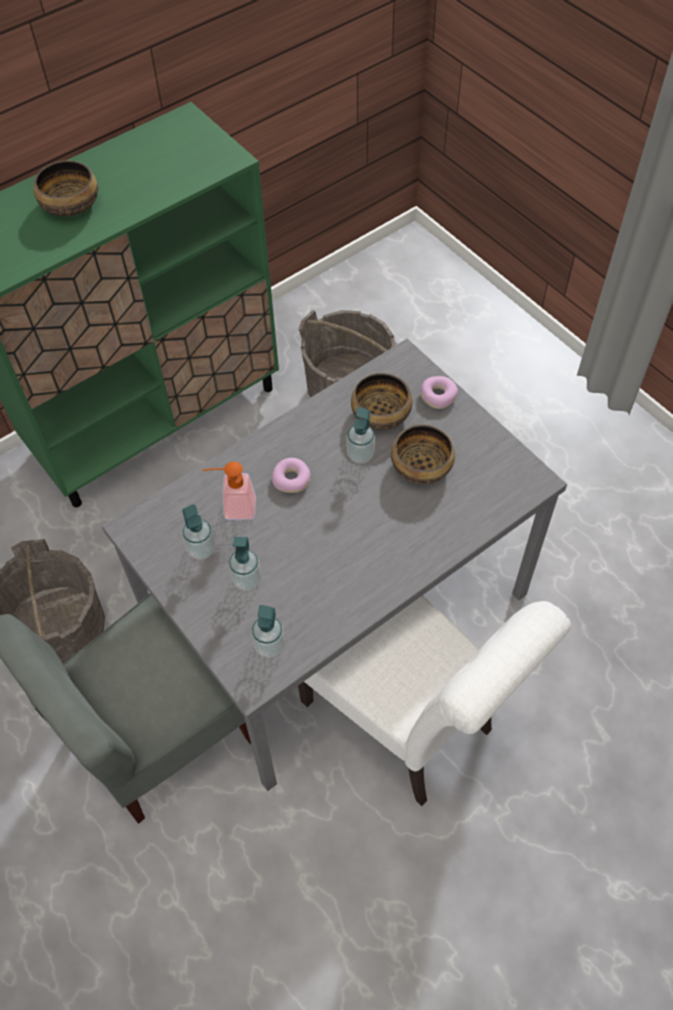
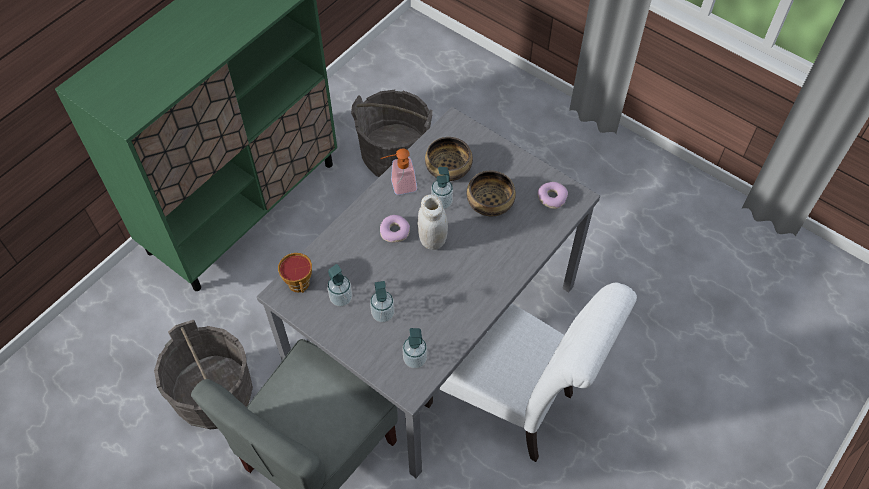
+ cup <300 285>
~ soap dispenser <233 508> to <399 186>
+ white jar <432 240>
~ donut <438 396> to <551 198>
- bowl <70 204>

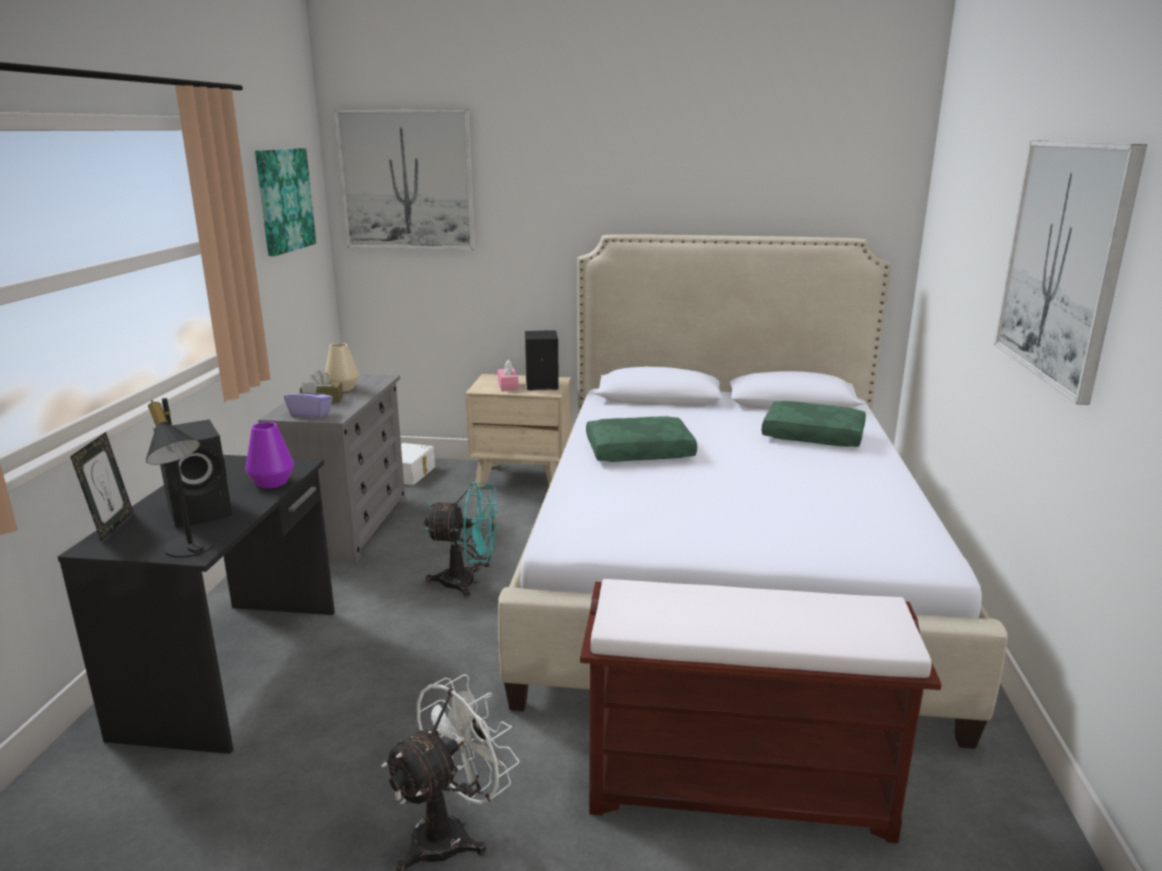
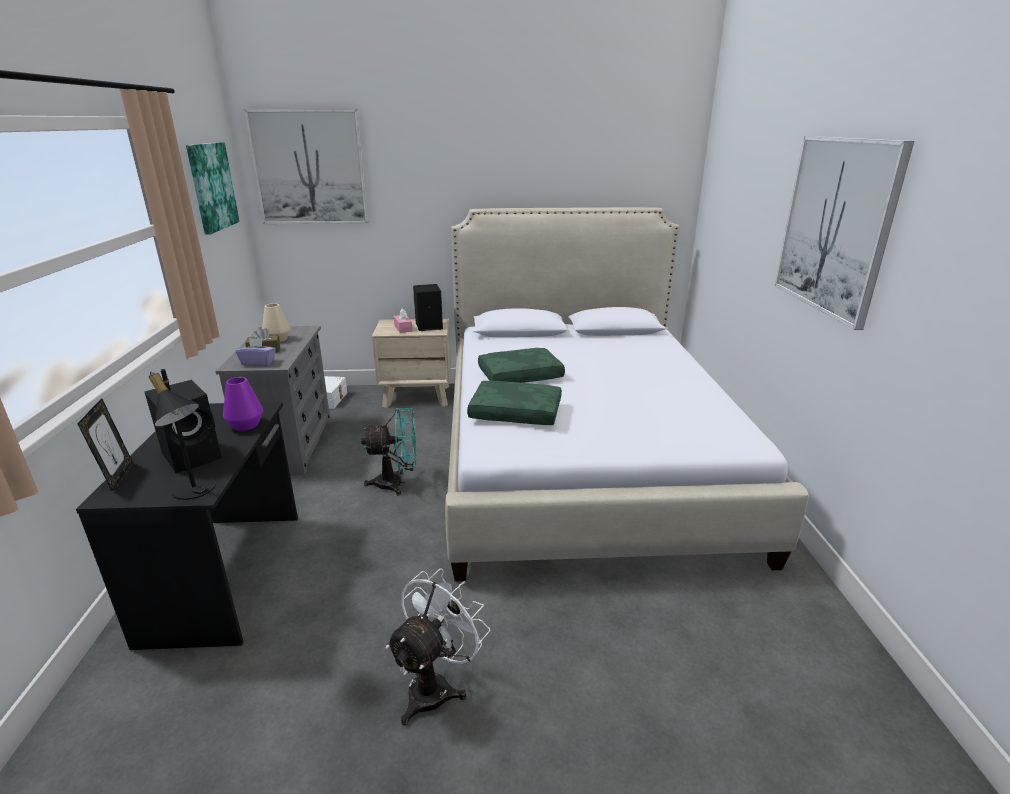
~ green pillow <814 435> to <516 412>
- brown bench <741 786>

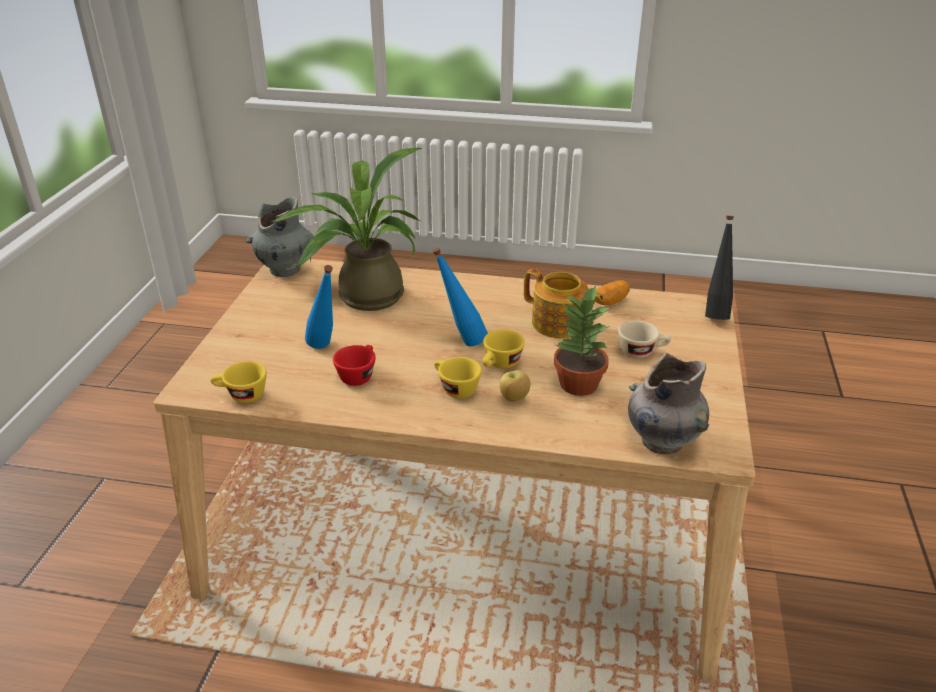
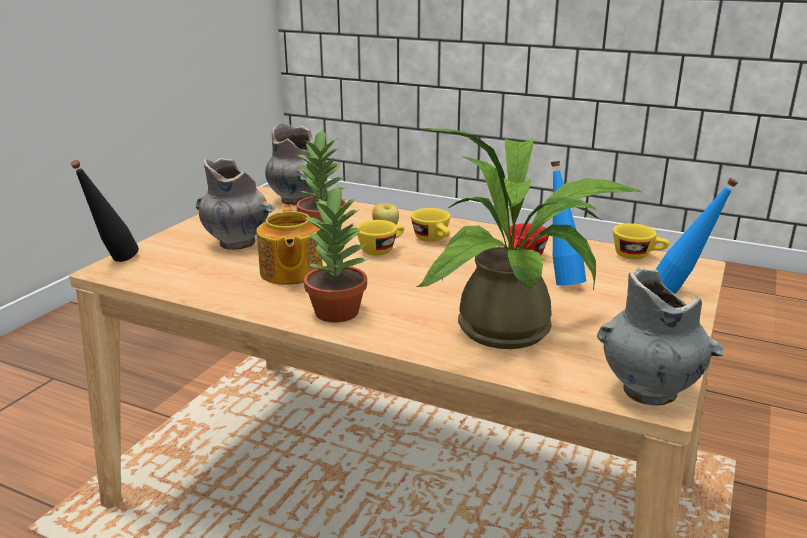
~ beige cup <642 352> to grey vase <238 243>
~ teapot <559 324> = <290 272> 150 degrees counterclockwise
+ potted plant <338 312>
~ blue bottle <461 341> to <682 292>
- potato <610 302>

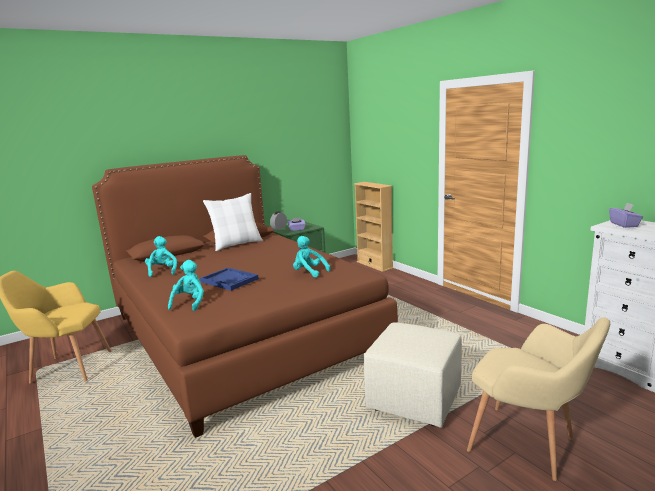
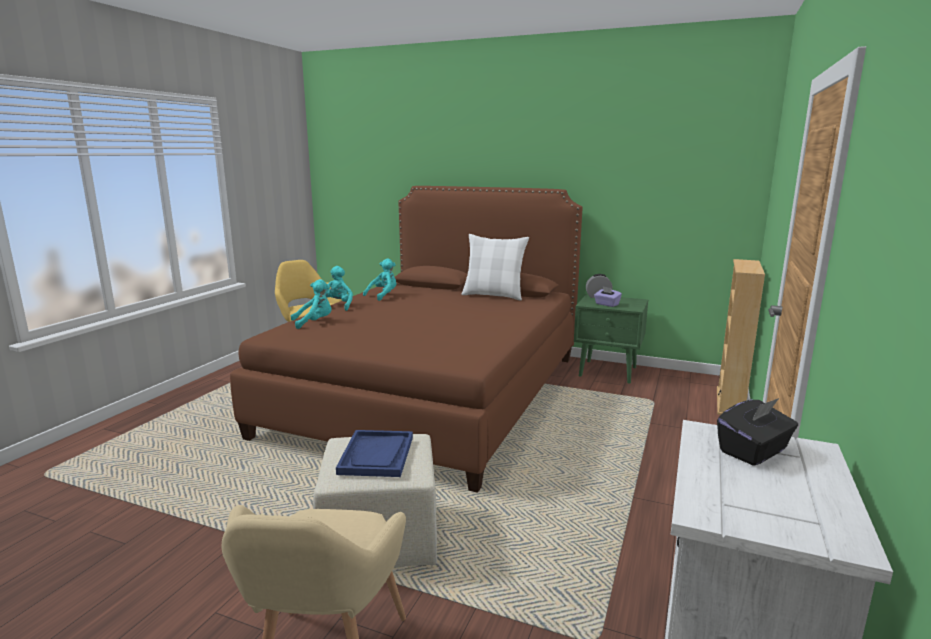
~ turquoise plush toy <309 272> to <337 306>
~ blue tray <229 280> to <376 455>
~ purple tissue box <624 225> to black tissue box <754 451>

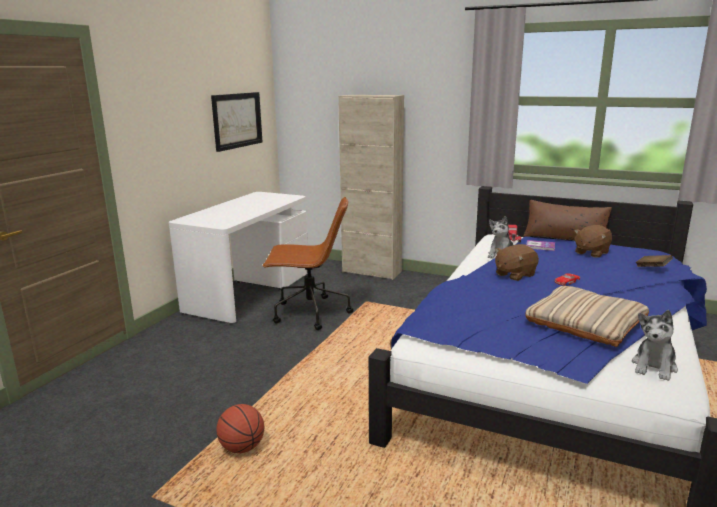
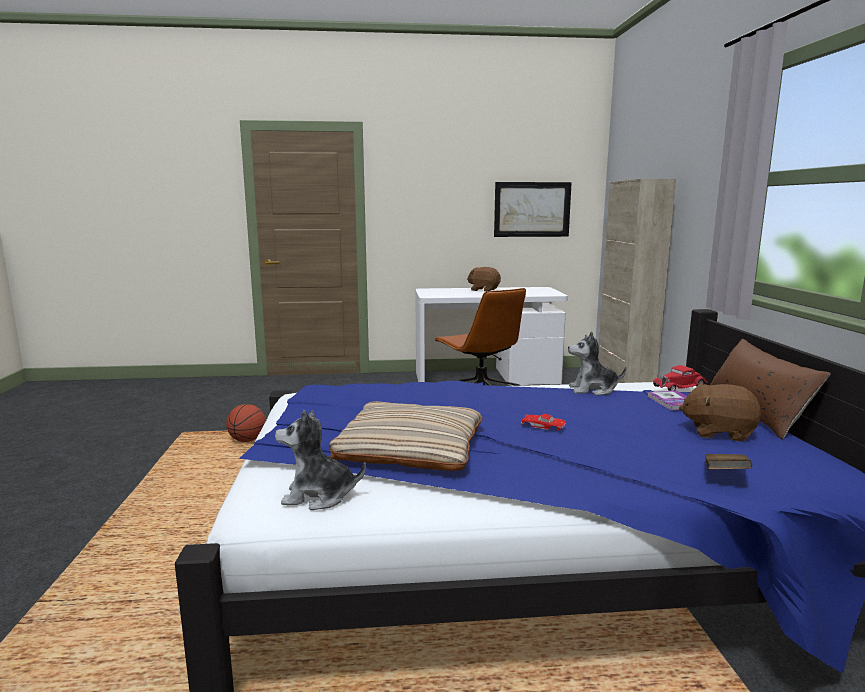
~ brown plush toy <514 275> to <484 290>

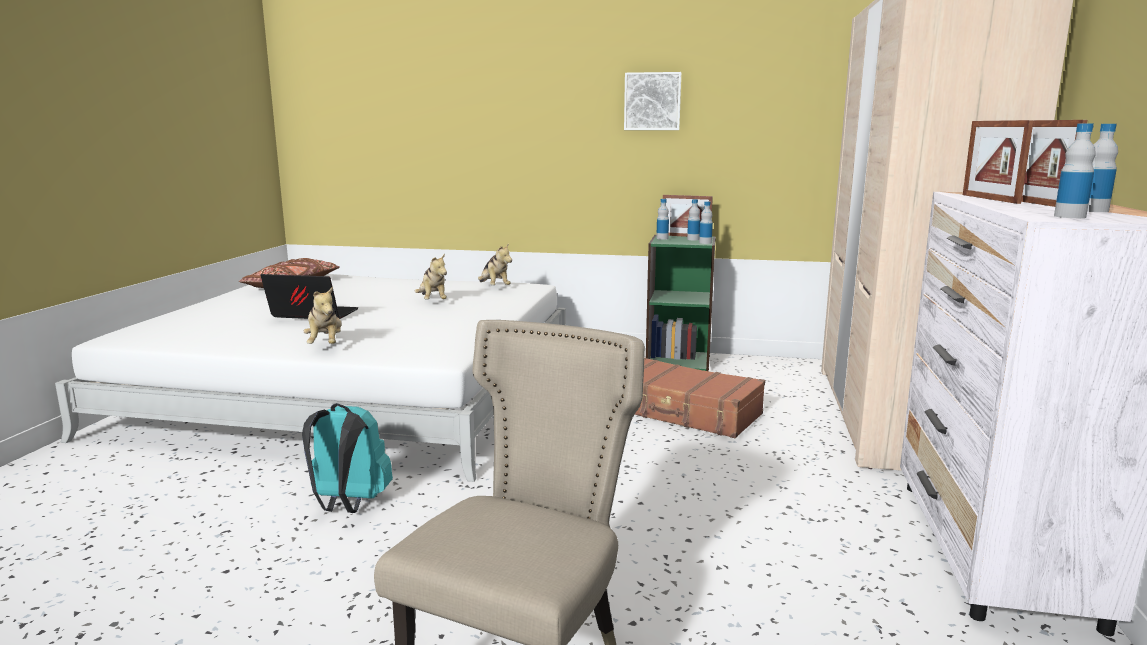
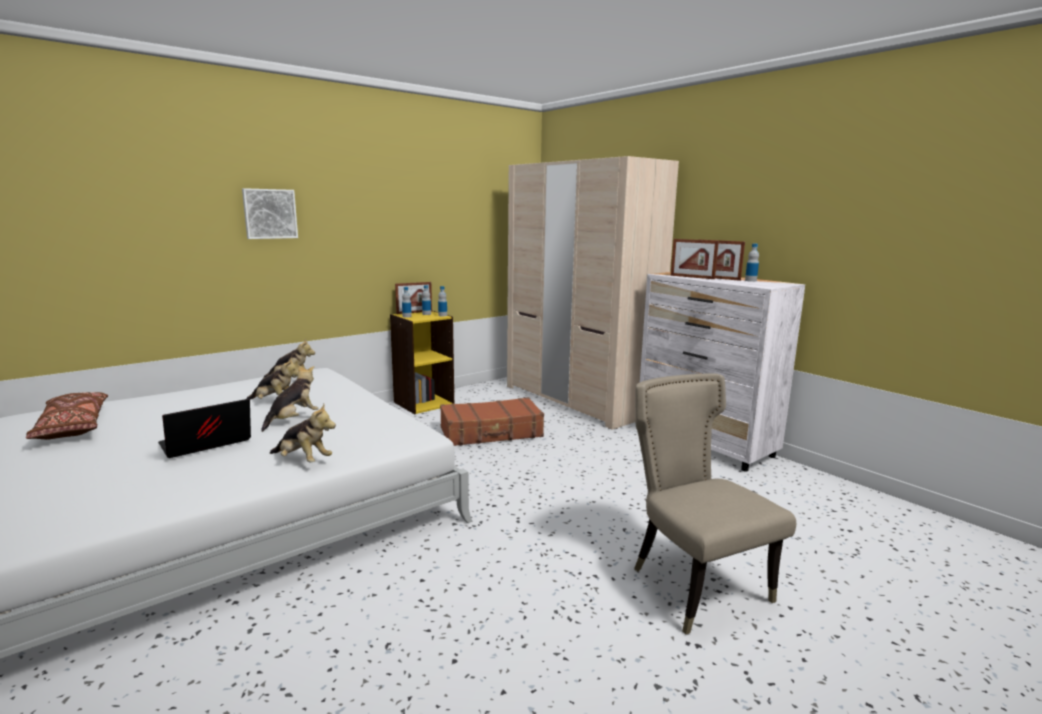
~ picture <652 101> to <270 214>
+ plush toy <293 420>
~ green bookcase <678 360> to yellow bookcase <423 403>
- turquoise backpack <348 504>
- bottle <1069 216>

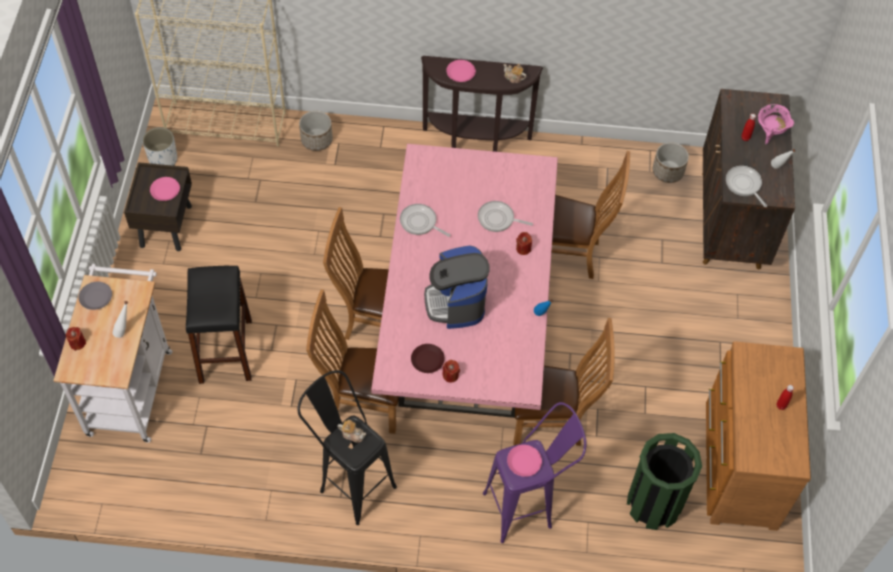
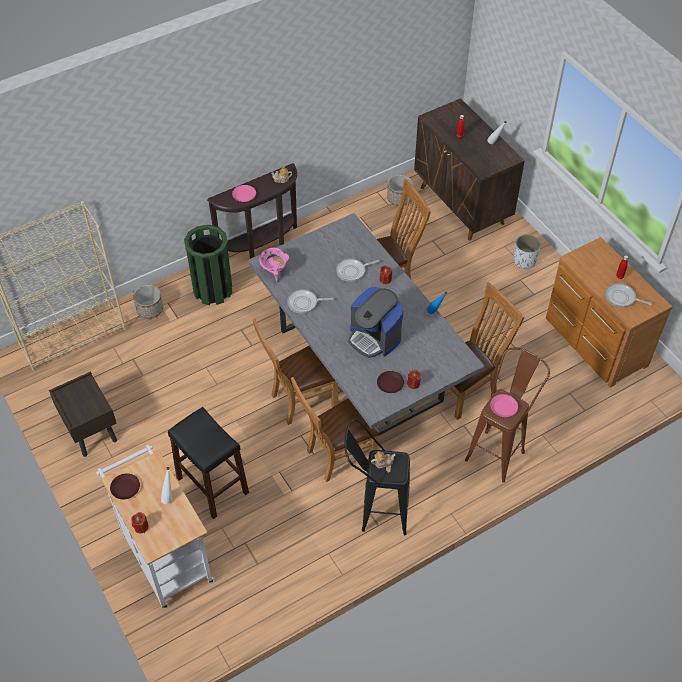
~ grey plate <95 297> to brown plate <125 488>
~ green trash can <654 504> to <213 290>
~ pink dining table <465 327> to grey dining table <361 367>
~ pink cooking pot <770 133> to <274 272>
~ purple stool <528 507> to brown stool <499 450>
~ white planter <163 159> to <524 261>
~ frying pan <744 185> to <621 298>
- pink plate <165 191>

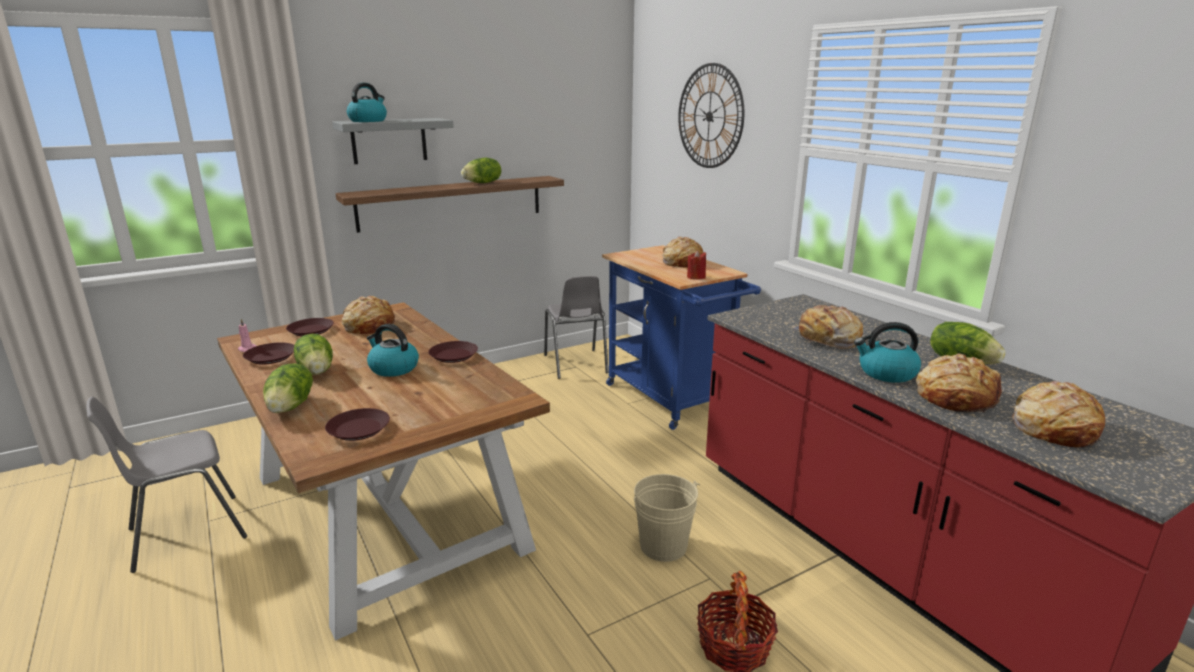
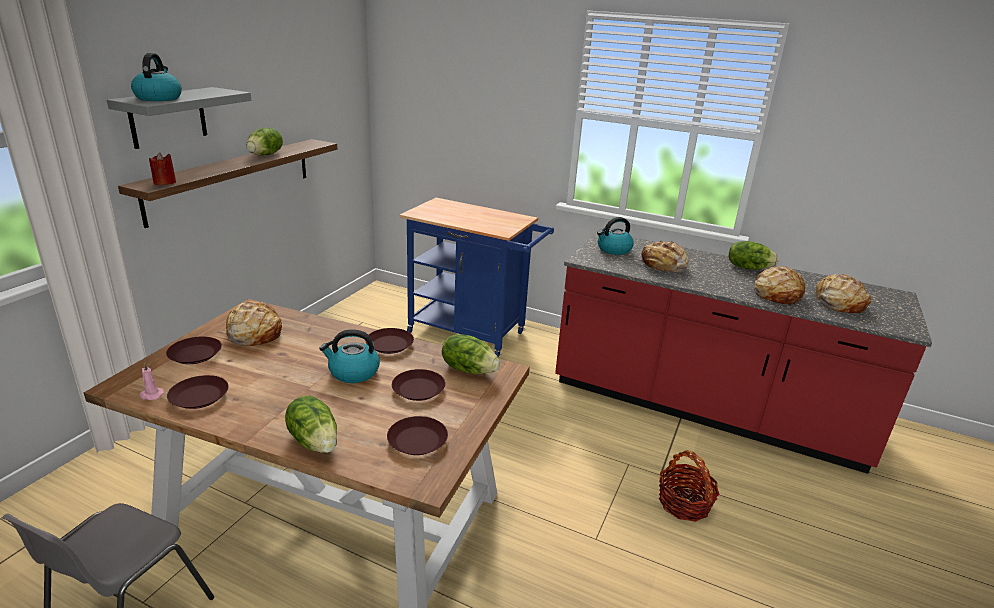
~ red candle <696 277> to <165 183>
+ brown plate <419 390>
~ lettuce <317 371> to <469 369>
~ kettle <886 373> to <613 250>
- grey chair <576 364>
- beige bucket <663 546>
- bread <682 262>
- wall clock <709 116>

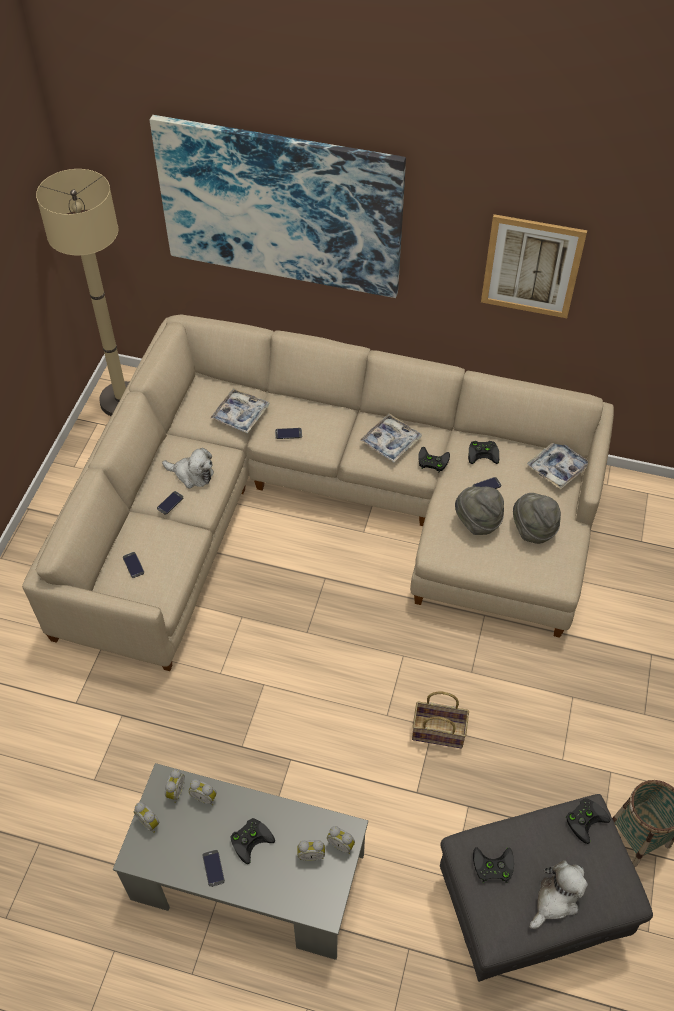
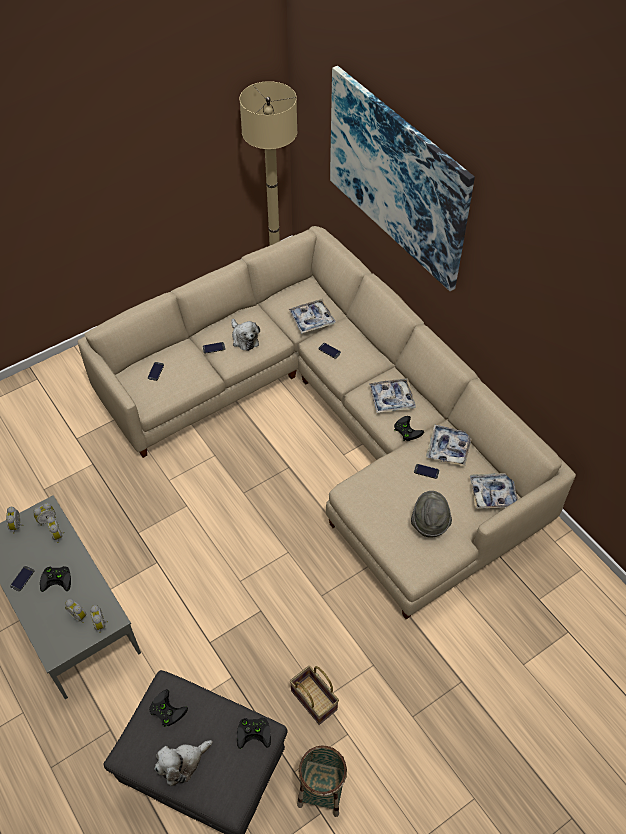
~ plush toy <555 899> = <182 763> 150 degrees clockwise
~ basket <440 731> to <315 700>
~ black game controller <484 453> to tray <448 448>
- grey hat <477 521>
- picture <531 266>

